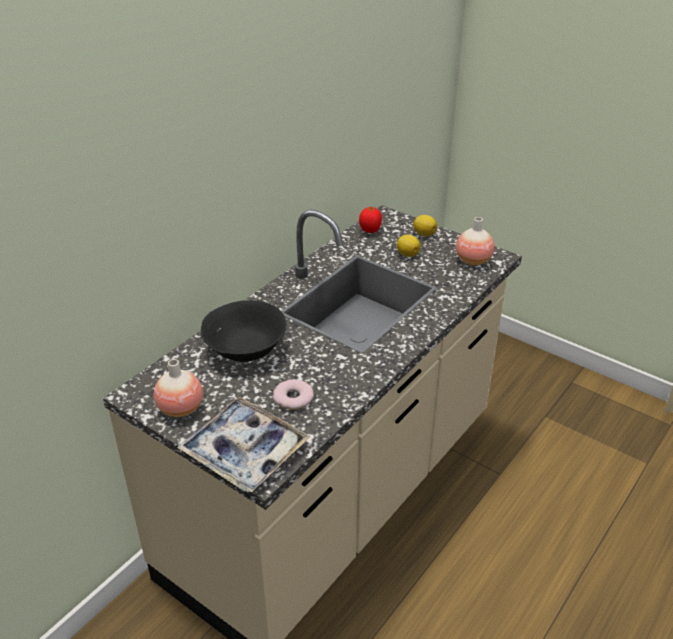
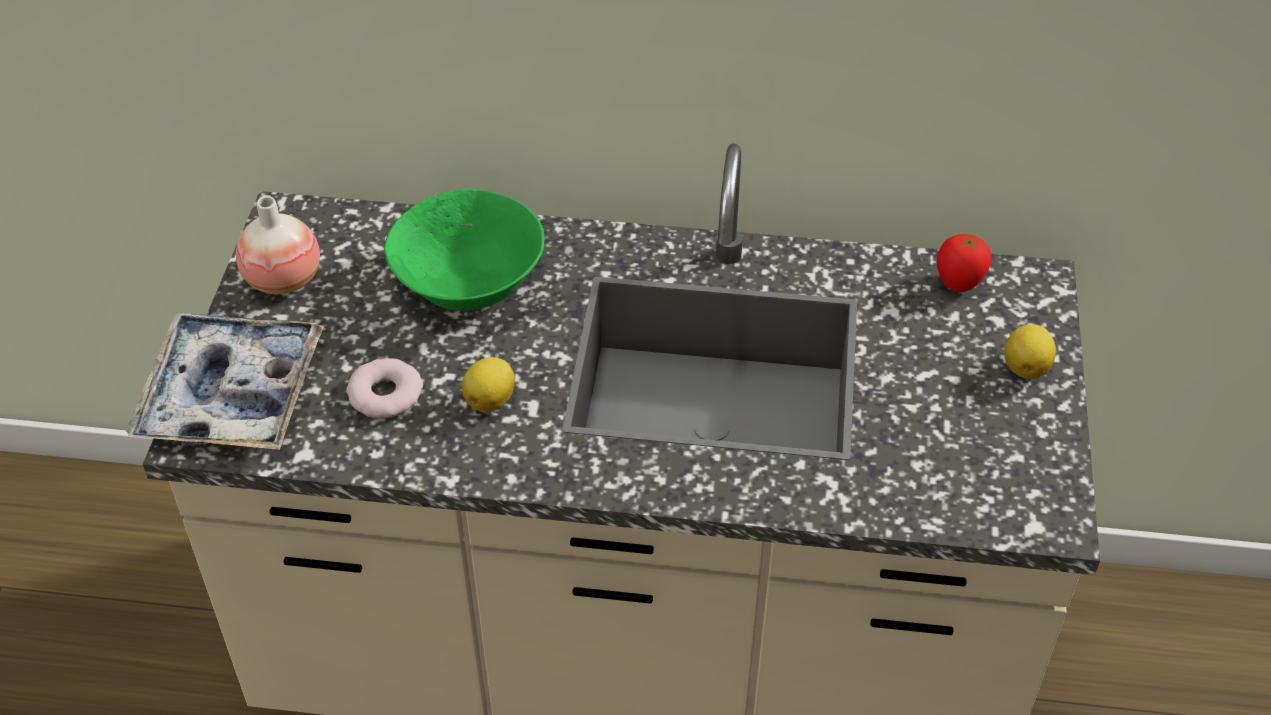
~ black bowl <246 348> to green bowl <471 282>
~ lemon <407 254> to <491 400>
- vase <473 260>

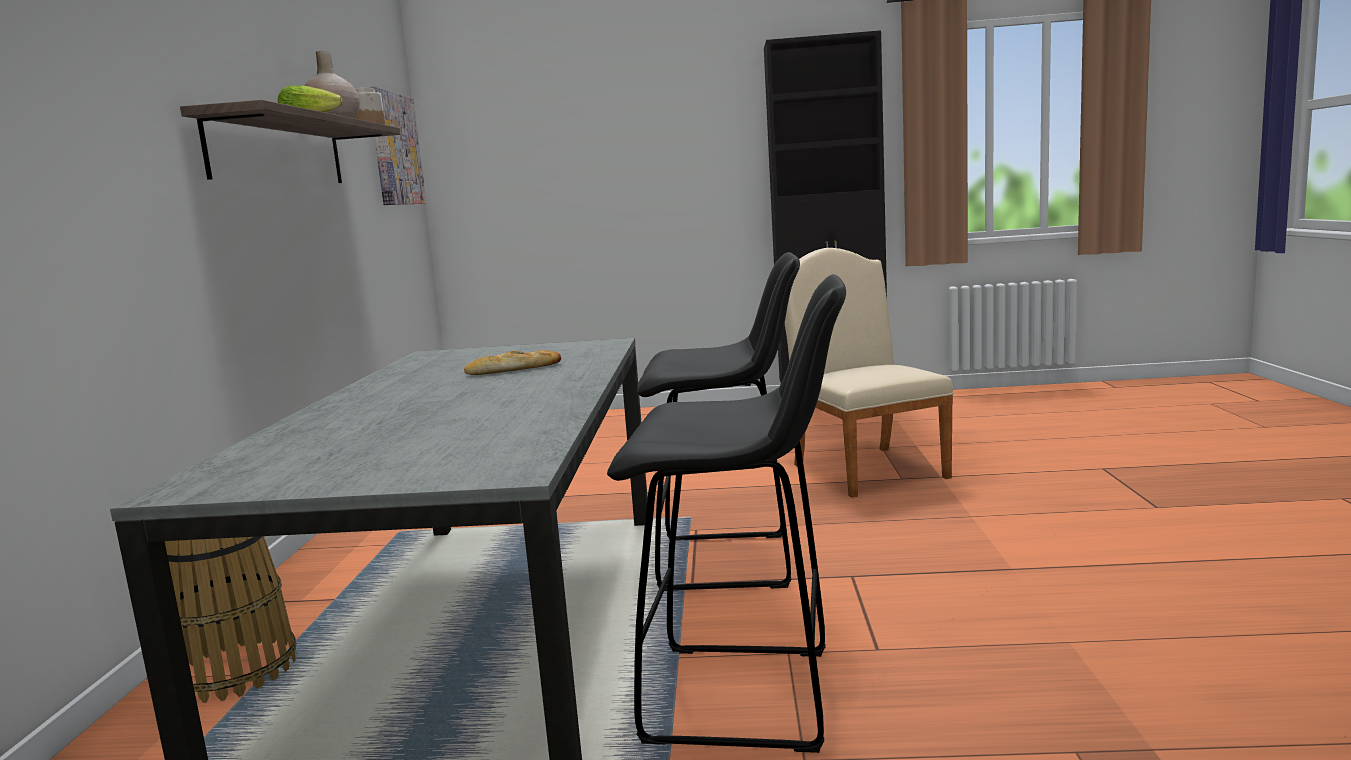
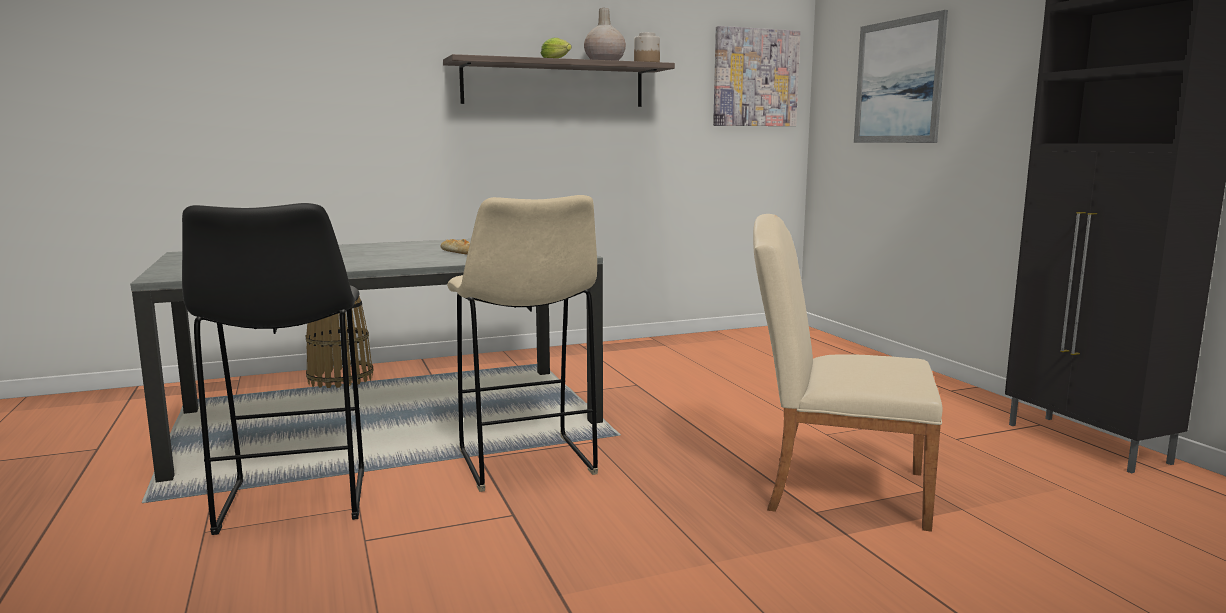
~ black stool <731 562> to beige stool <527 464>
~ beige chair <864 468> = <833 488> 120 degrees counterclockwise
+ picture <898 81>

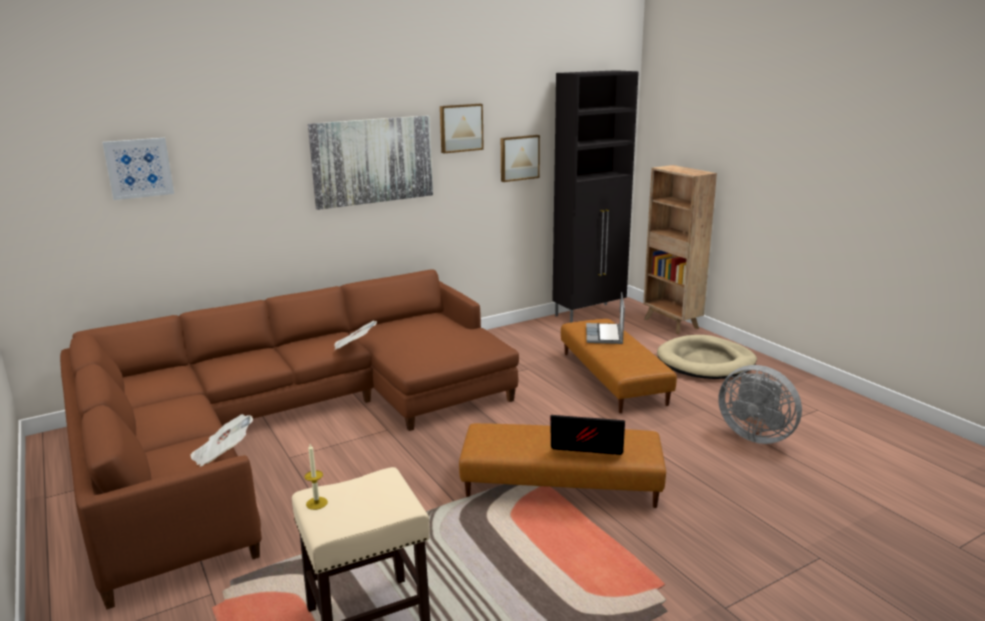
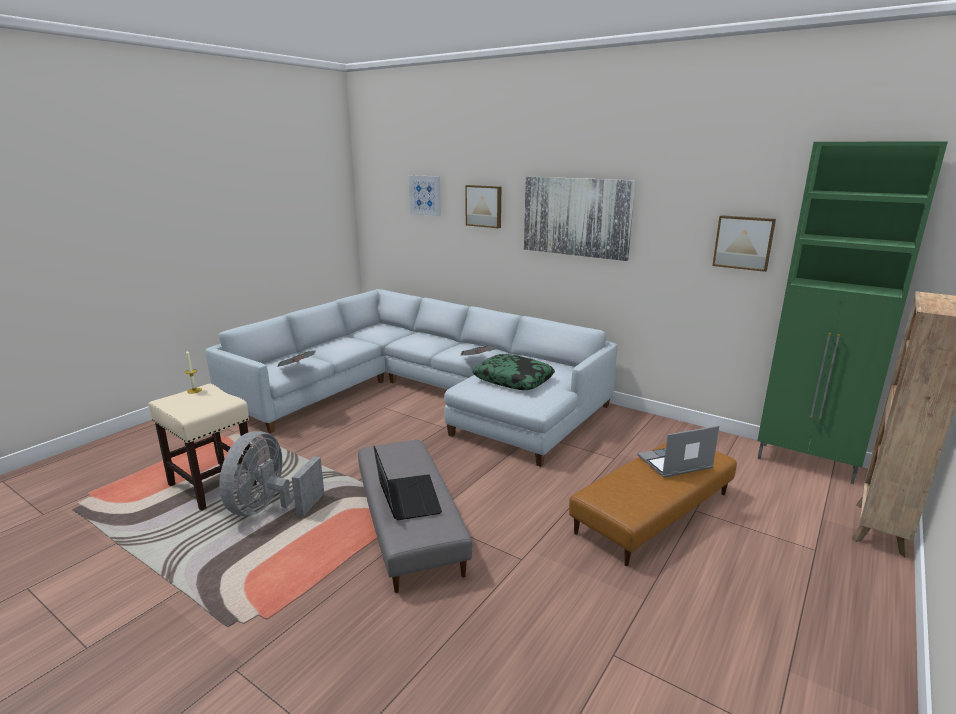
~ brown sofa <287 426> to grey sofa <423 394>
~ grey fan <755 435> to <269 508>
~ brown ottoman <560 484> to grey ottoman <408 525>
~ picture <460 128> to <484 206>
+ pillow <513 379>
~ black cabinet <590 313> to green cabinet <807 464>
- beige dog bed <706 362>

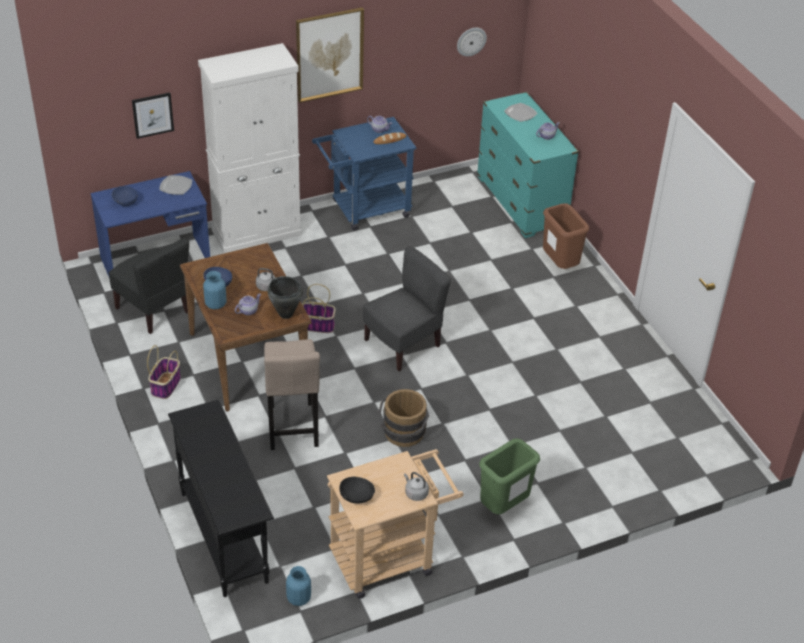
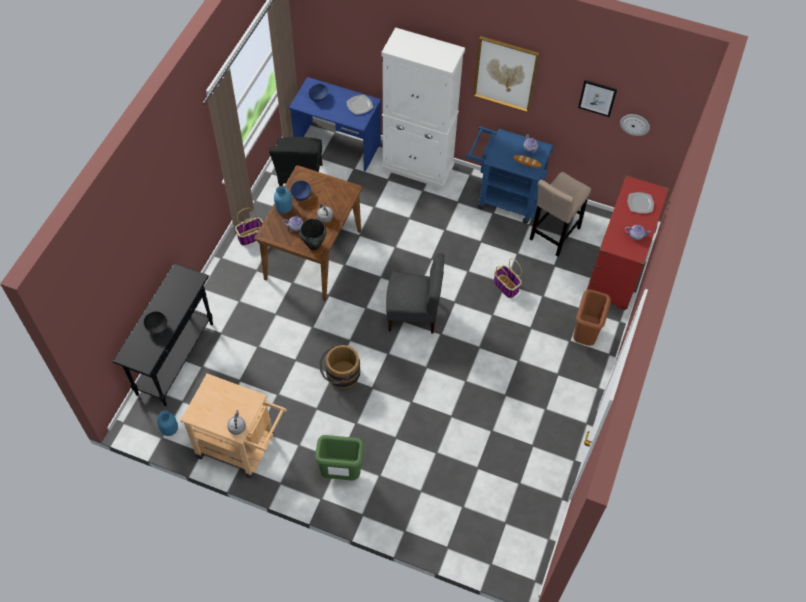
~ black bowl <357 497> to <157 327>
~ basket <317 325> to <506 286>
~ beige stool <292 429> to <553 235>
~ picture <153 115> to <597 98>
~ turquoise dresser <521 202> to red dresser <617 268>

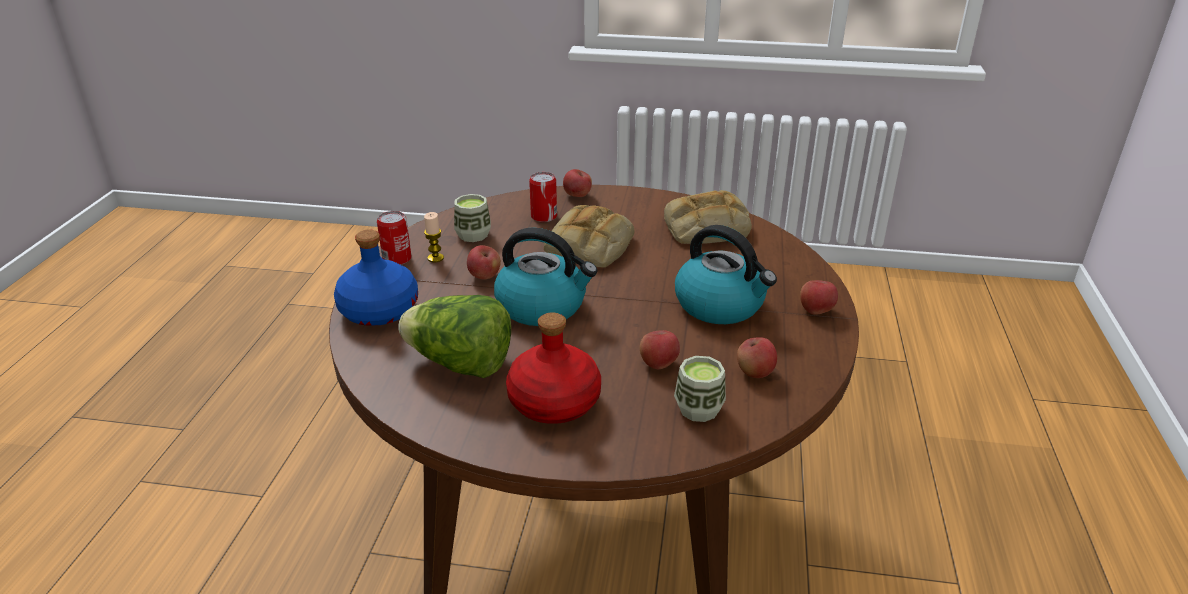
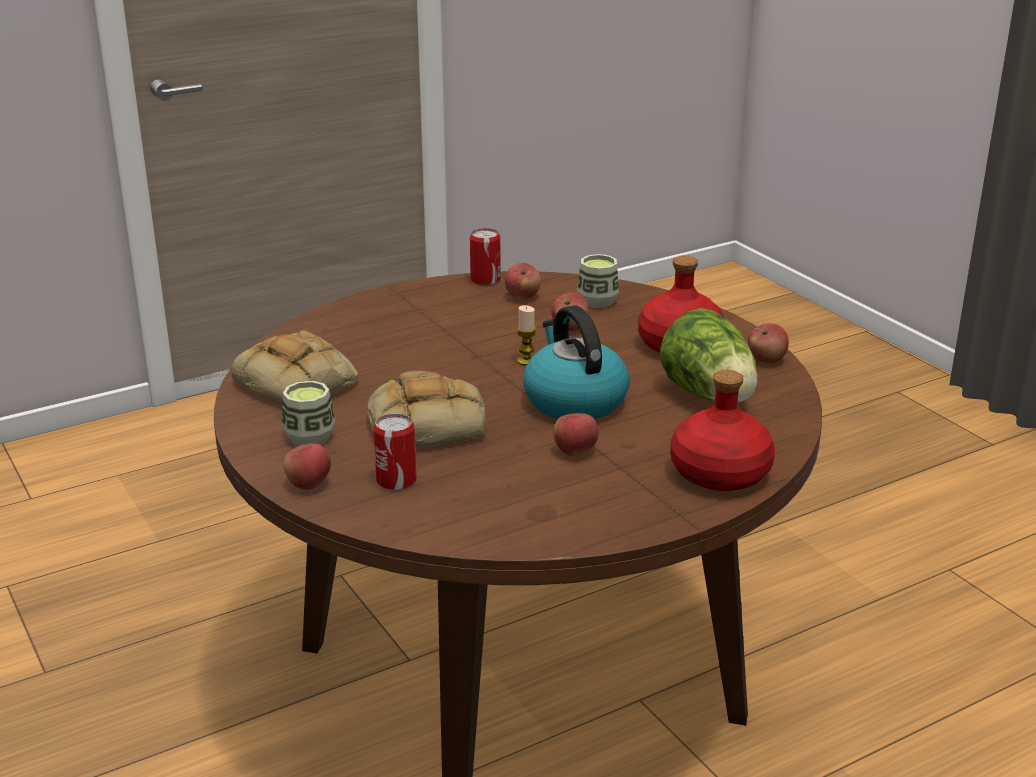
~ cup <473 235> to <309 437>
~ can <397 259> to <485 280>
~ candle <435 258> to <526 361>
~ blue bottle <378 310> to red bottle <721 473>
~ apple <816 311> to <766 360>
- kettle <721 305>

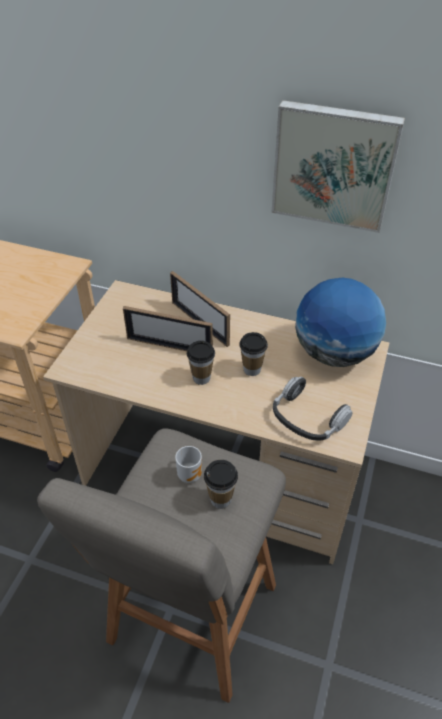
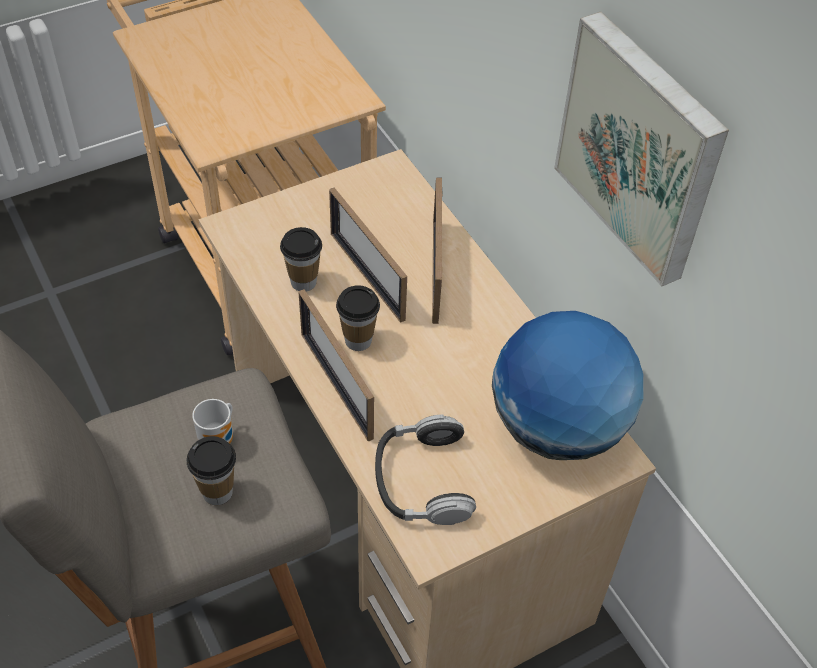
~ cup <252 369> to <303 282>
+ picture frame <336 385>

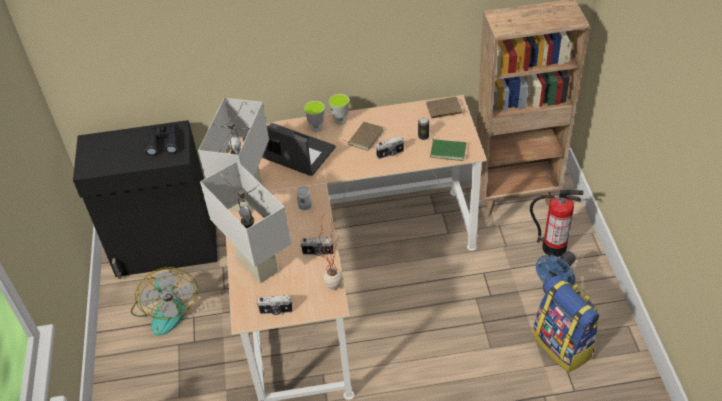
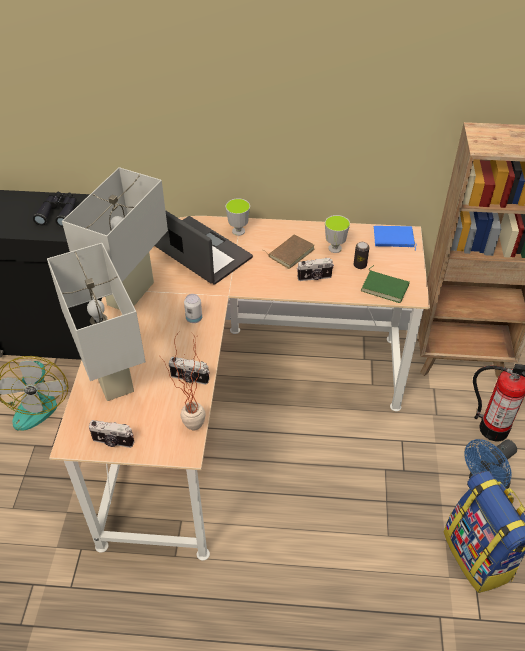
~ cup <340 120> to <335 248>
~ brown book <444 110> to blue book <393 240>

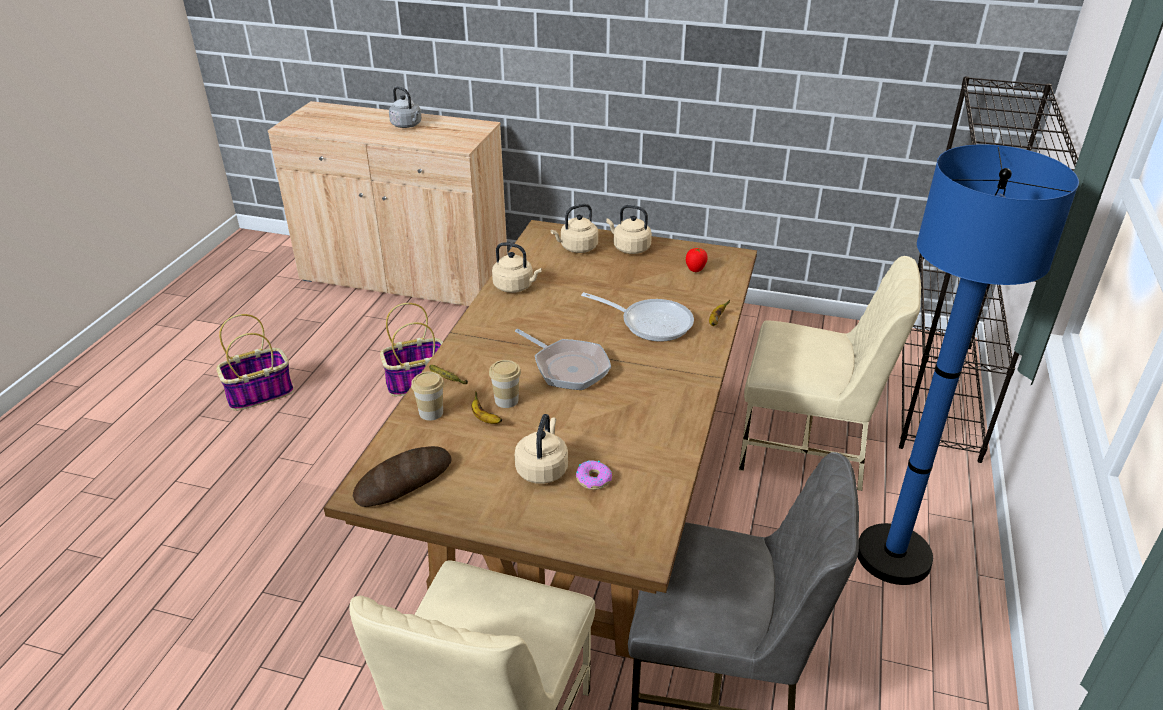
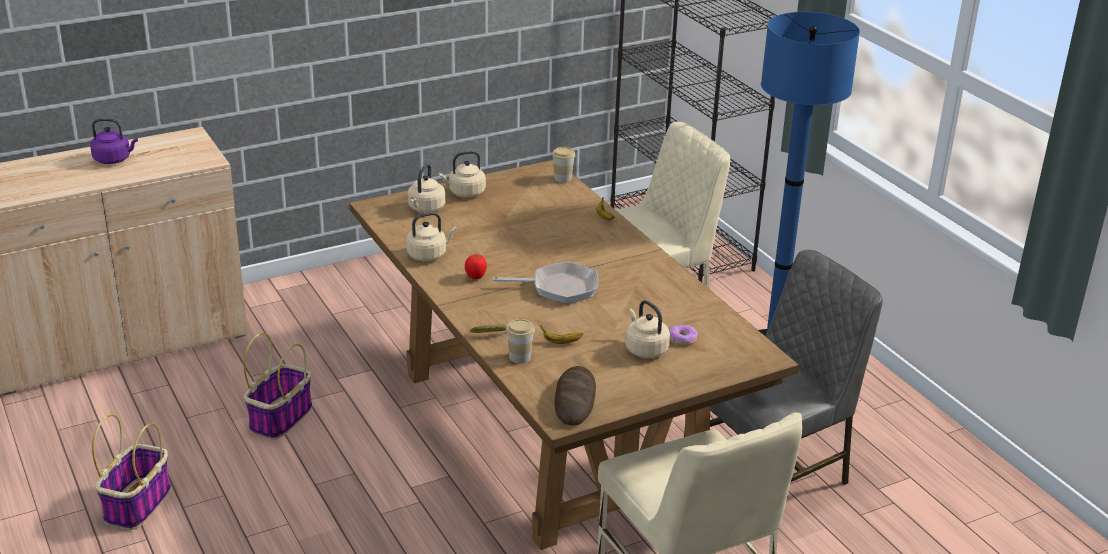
~ grey kettle <407 125> to purple kettle <114 159>
~ tomato <695 270> to <476 277>
~ cup <506 400> to <563 178>
- frying pan <651 323>

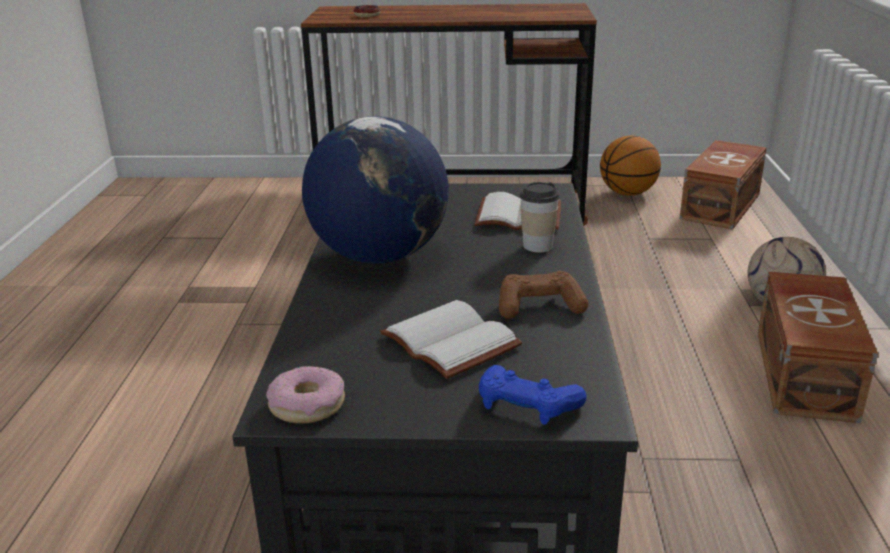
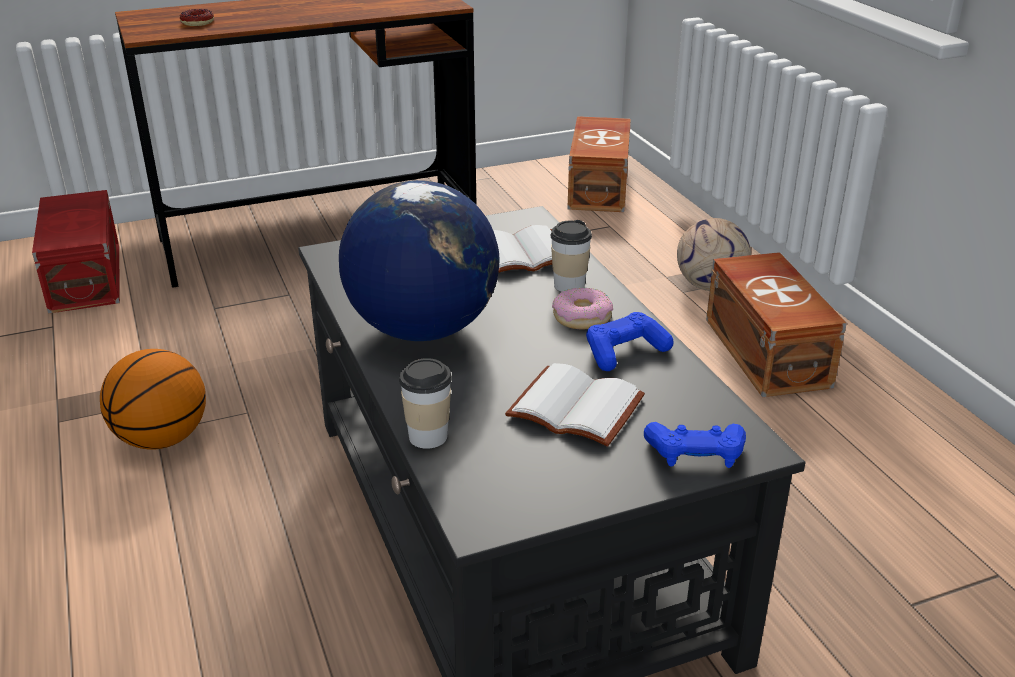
+ red storage box <87 276>
~ basketball <628 193> to <163 439>
+ cup <428 436>
~ donut <307 405> to <582 317>
~ brown game controller <539 306> to blue game controller <625 352>

